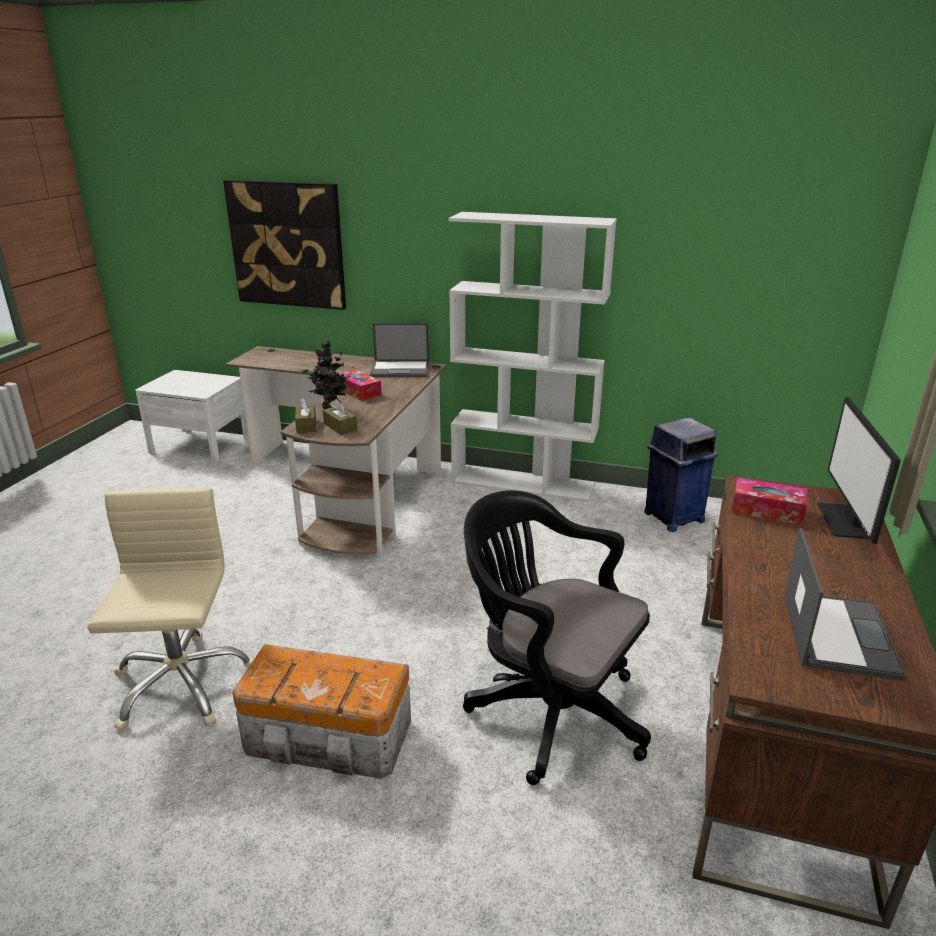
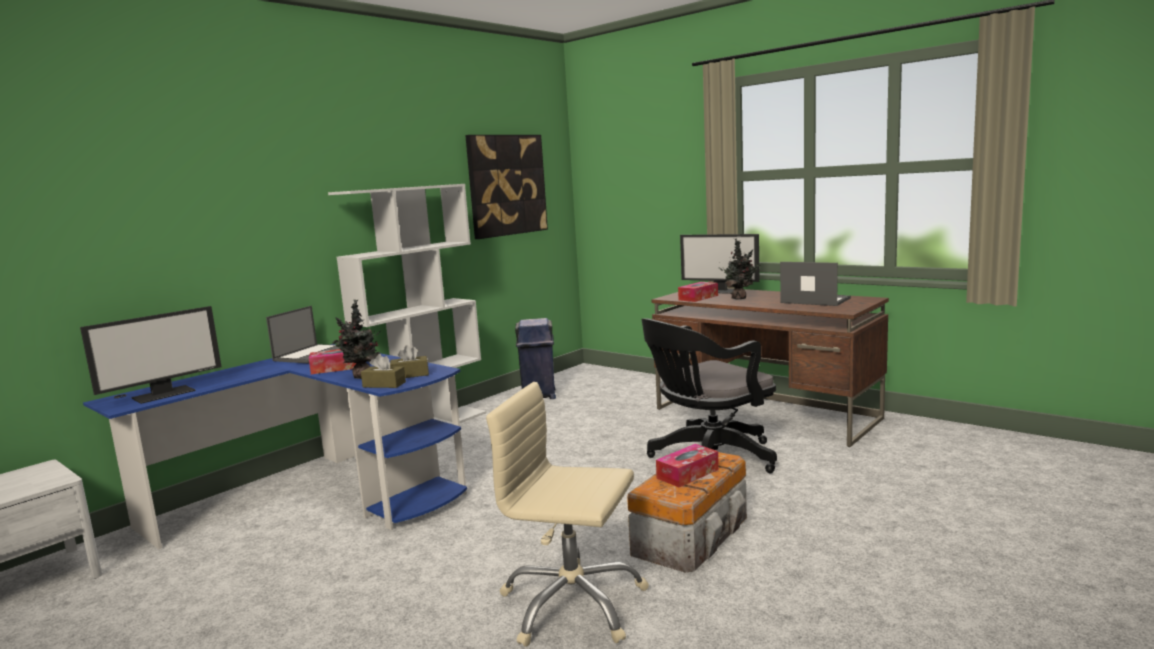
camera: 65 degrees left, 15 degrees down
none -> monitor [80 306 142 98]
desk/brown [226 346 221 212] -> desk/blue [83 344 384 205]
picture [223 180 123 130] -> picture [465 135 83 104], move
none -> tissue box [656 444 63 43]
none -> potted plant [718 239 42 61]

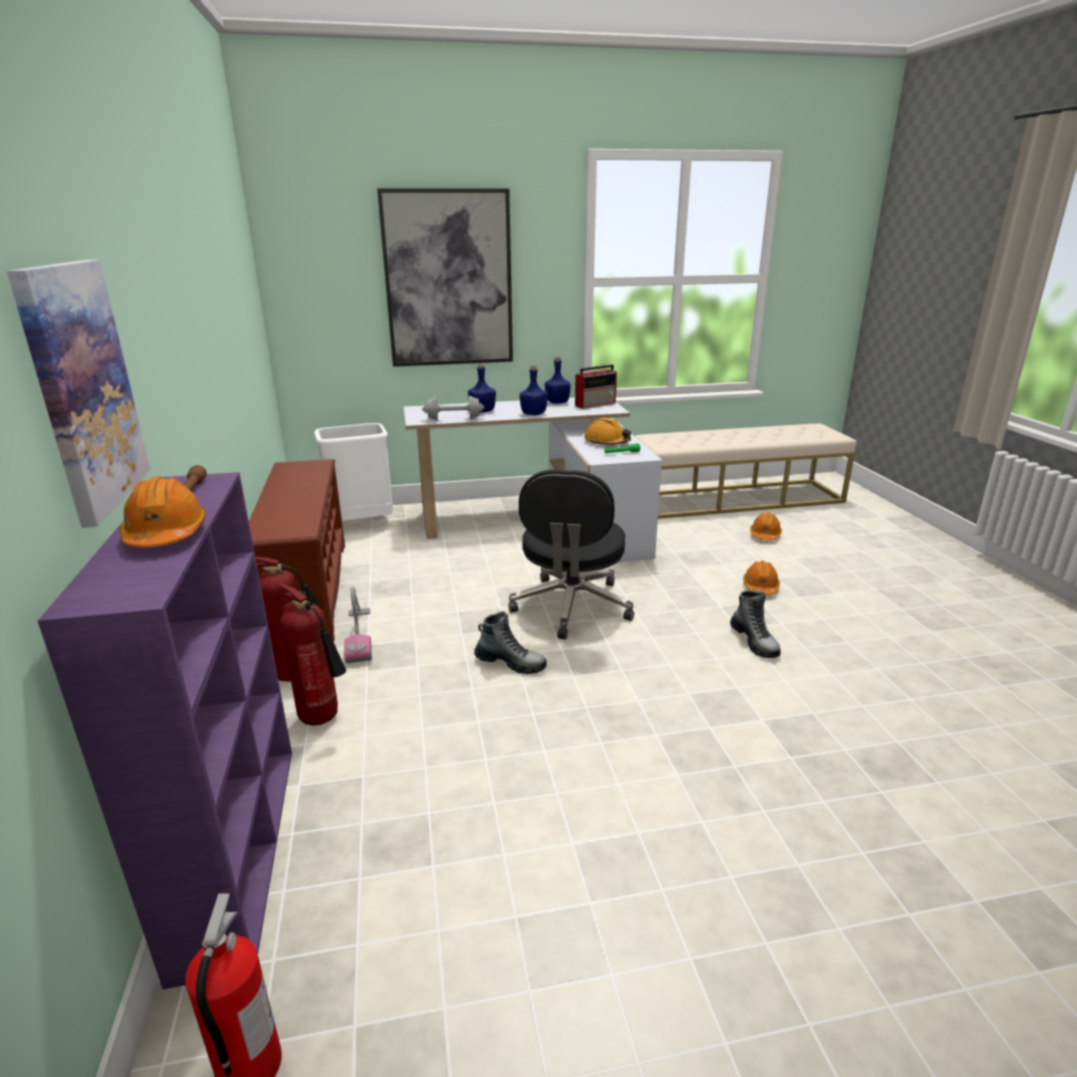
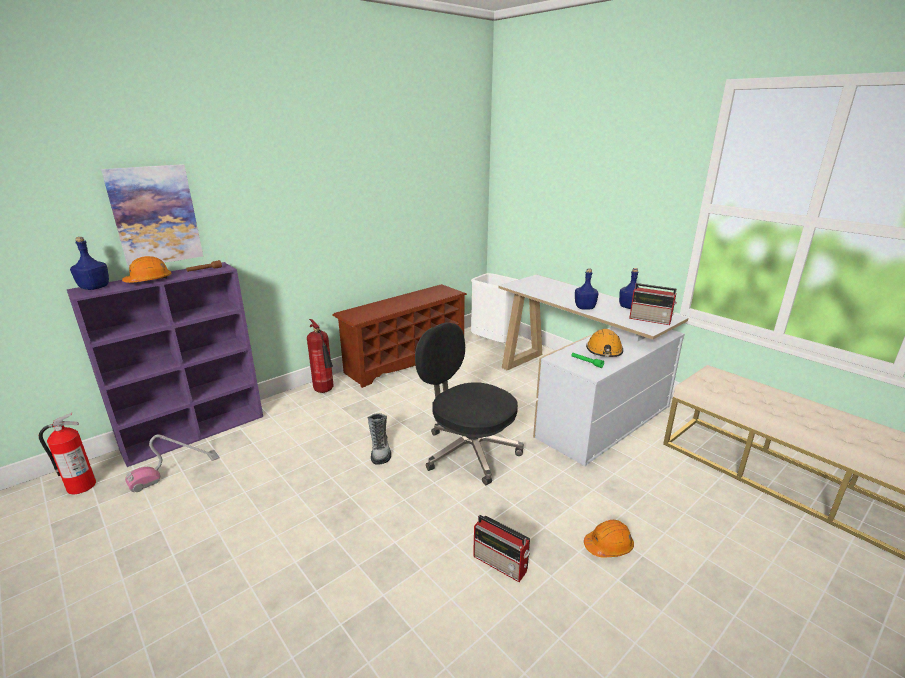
camera: 60 degrees right, 0 degrees up
bottle/blue [468 364 28 48] -> bottle/blue [70 237 39 53], move
vacuum cleaner [344 586 28 77] -> vacuum cleaner [125 434 94 58], move
office chair/black [508 469 126 171] -> office chair/black [415 322 109 163], 60 degrees clockwise
boot [730 590 51 68] -> radio [473 515 57 67]
fire extinguisher [277 583 69 143] -> none
picture [377 188 136 179] -> none
dumbbell/grey [422 396 63 25] -> none
hard hat/orange [750 512 32 28] -> none

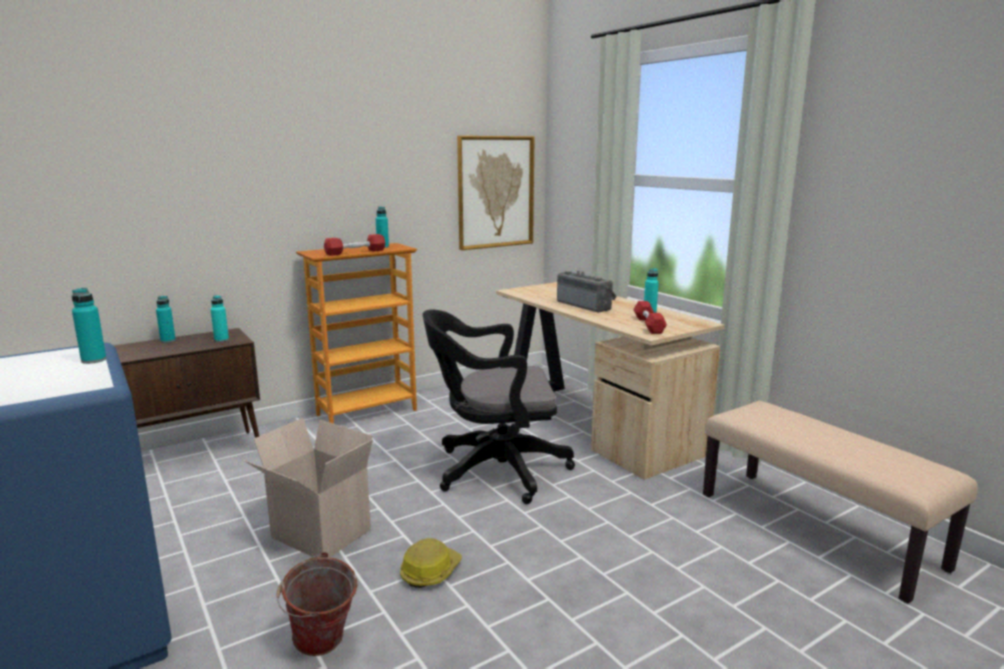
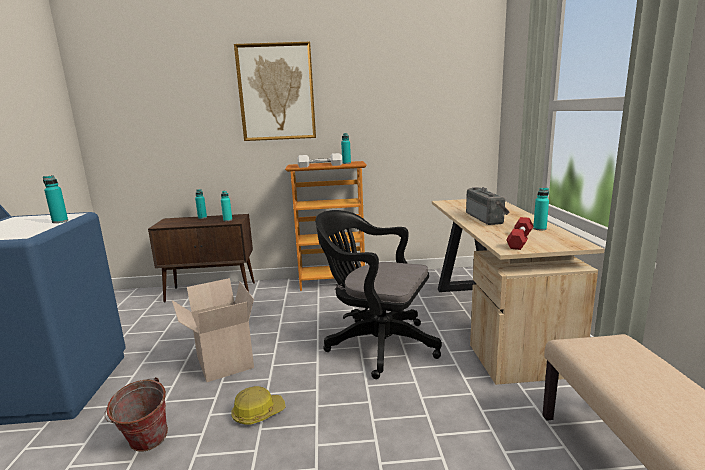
camera: 30 degrees right, 0 degrees up
picture [457 136 78 114] -> picture [234 42 82 99], move
dumbbell/red [324 234 61 22] -> dumbbell/white [297 153 45 15]

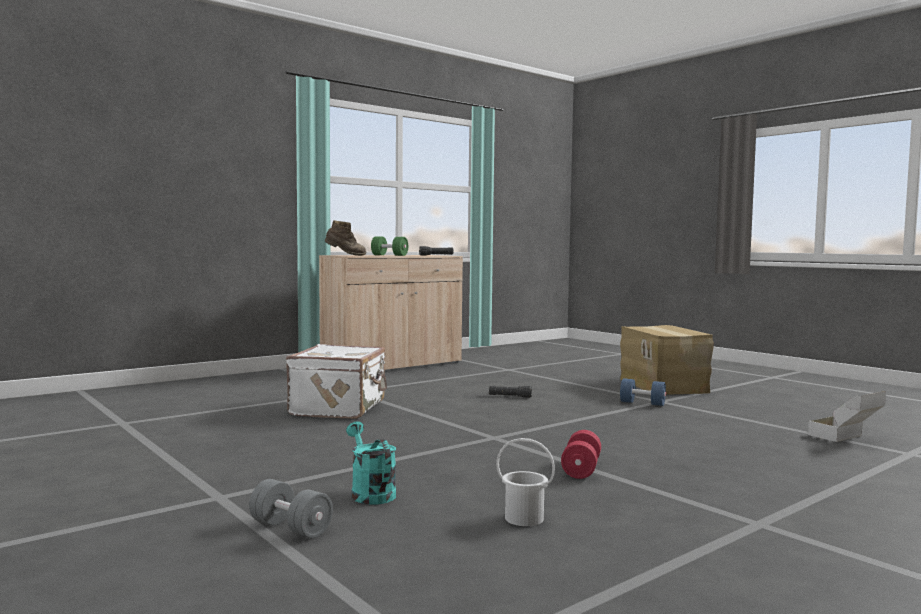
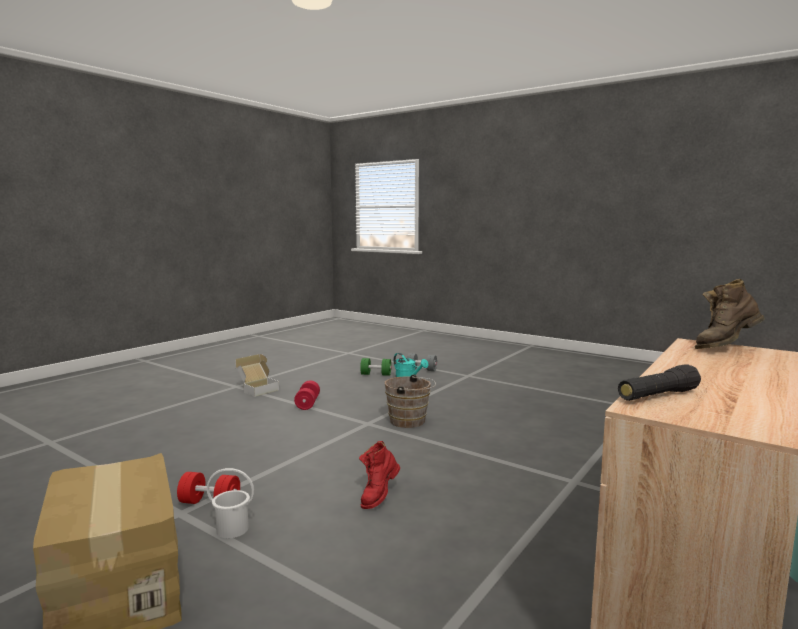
camera: 165 degrees right, 5 degrees up
dumbbell/blue [620 378 46 28] -> dumbbell/red [177 472 63 32]
bucket/white [496 438 59 88] -> bucket/white [207 468 47 70], move
cardboard box [808 391 78 51] -> cardboard box [235 354 44 43], move
flashlight/black [489 386 43 12] -> boot/red [359 441 41 68]
dumbbell/green [371 237 37 19] -> dumbbell/green [360 358 32 18], move
none -> bucket/brown [385 374 51 54]
suitcase/white [286 344 101 75] -> none

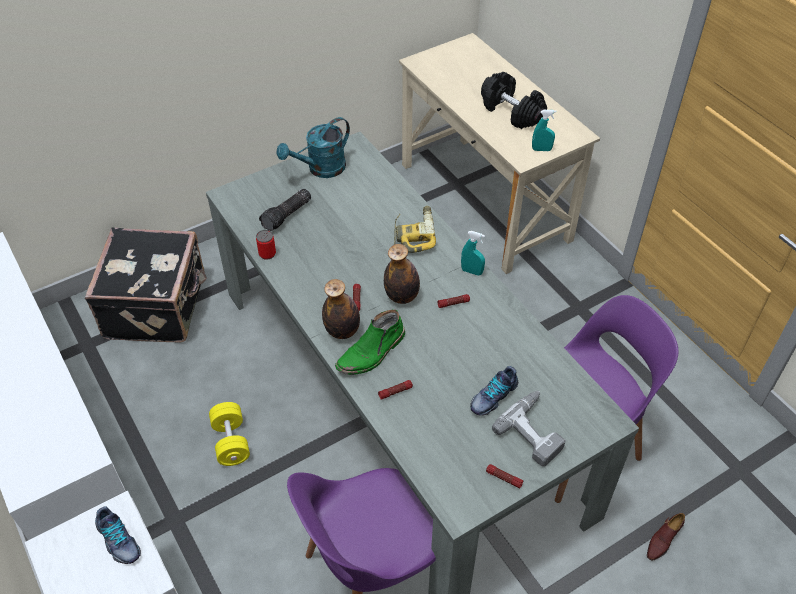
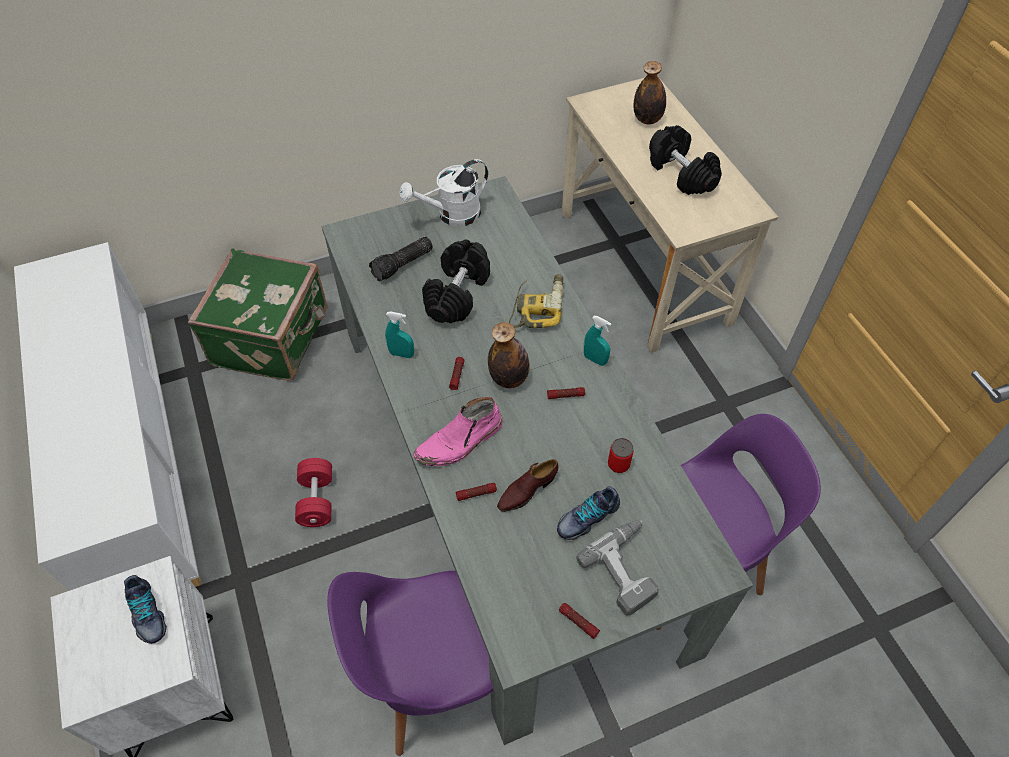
camera: 10 degrees right, 5 degrees up
suitcase/black [85 228 122 114] -> suitcase/green [188 248 139 133]
dumbbell/yellow [209 402 41 64] -> dumbbell/red [295 458 37 69]
spray bottle/turquoise [532 110 24 41] -> spray bottle/turquoise [385 311 29 47], move
watering can/turquoise [276 117 74 61] -> watering can/white [399 159 89 68]
boot/green [335 309 70 66] -> boot/pink [413 397 90 69]
none -> dumbbell/black [422 239 68 84]
shoe/brown [647 513 38 48] -> shoe/brown [497 459 61 53], move
can [256 230 20 30] -> can [608 438 26 35], move
bottle [322 279 38 60] -> bottle [634 61 32 63], move

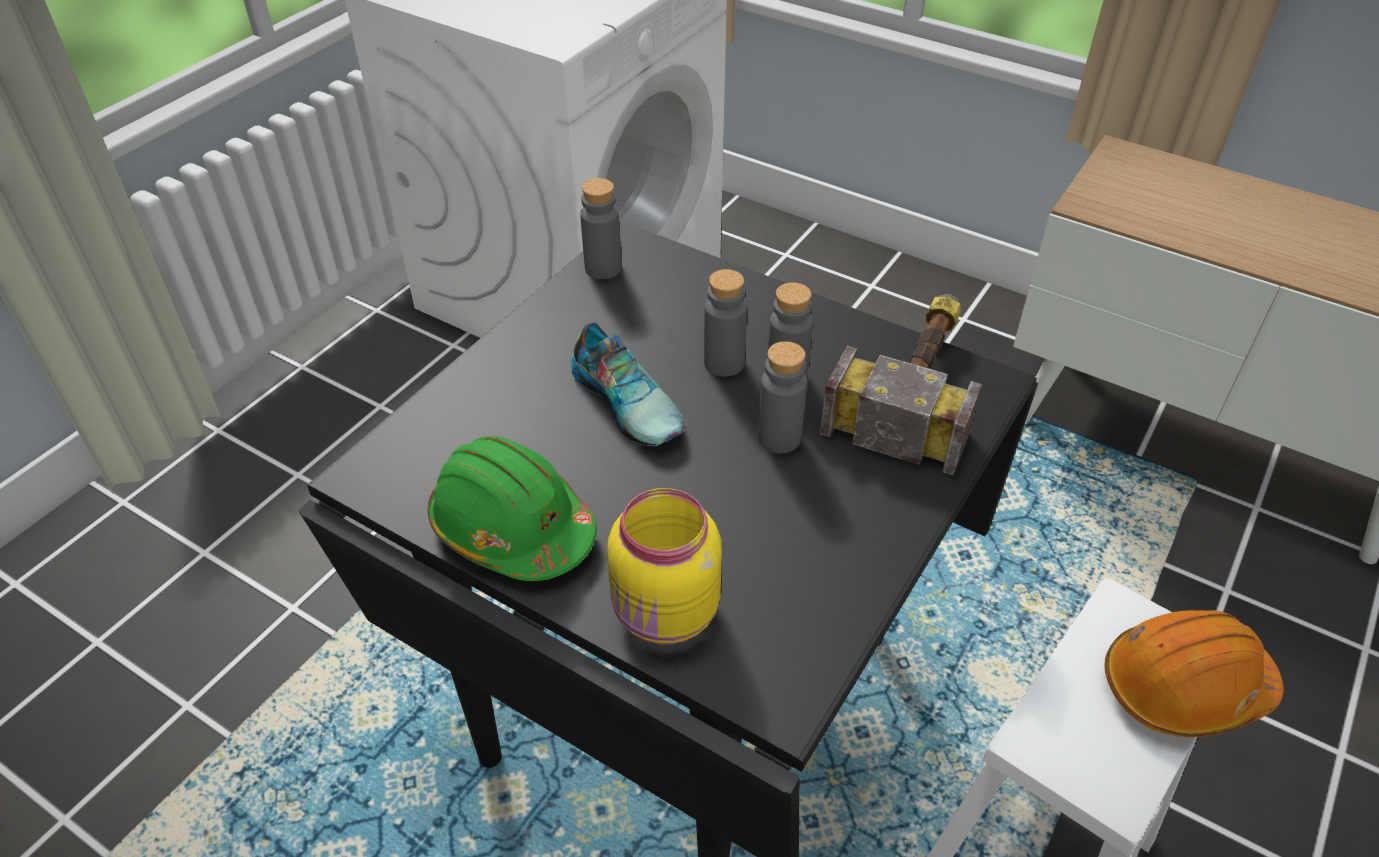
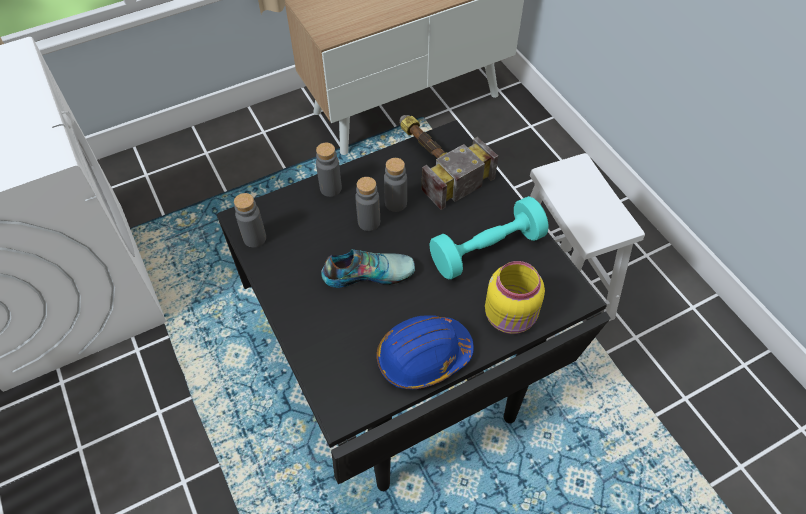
camera: 60 degrees left, 10 degrees up
bottle/grey [758 341 49 112] -> bottle/grey [316 143 26 54], move
hard hat/green [428 436 169 145] -> hard hat/blue [377 315 97 74]
none -> dumbbell/turquoise [429 196 120 83]
hard hat/orange [1105 610 178 127] -> none

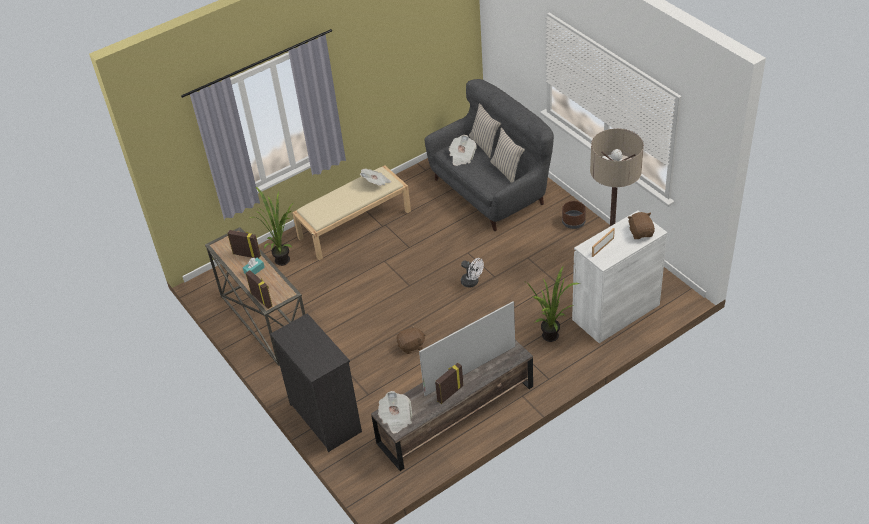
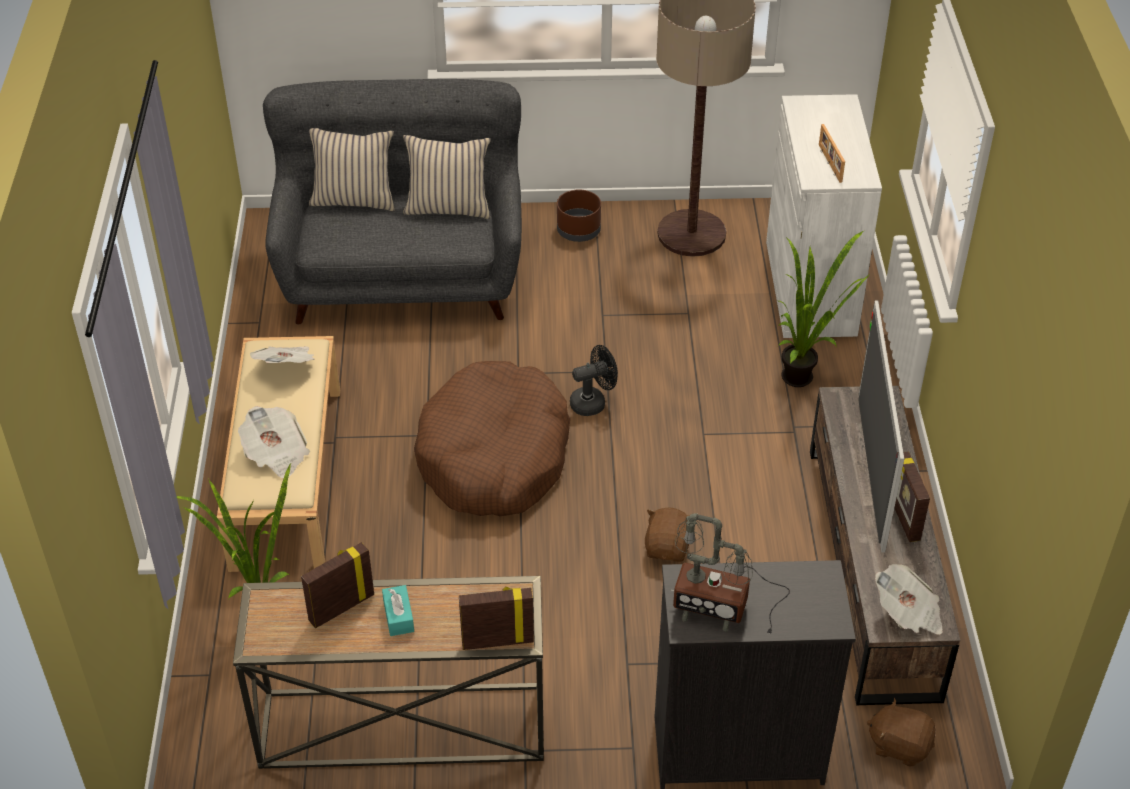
camera: 60 degrees left, 0 degrees up
newspaper [449 135 28 31] -> newspaper [238 406 72 72], move
none -> dog bed/brown [414 361 156 155]
fan/white [461 258 23 30] -> fan/black [570 345 48 71]
none -> table lamp [671 514 119 121]
plush toy/brown [628 212 27 27] -> plush toy/brown [867 698 69 69], move

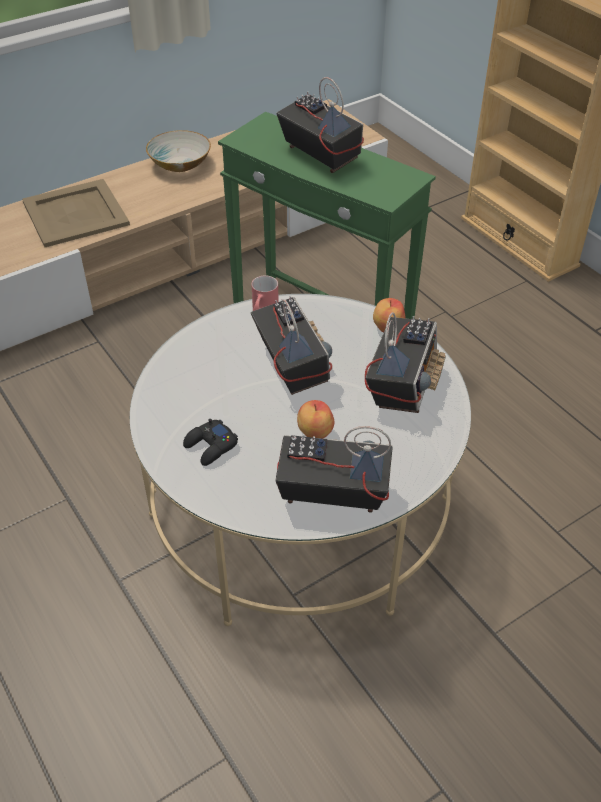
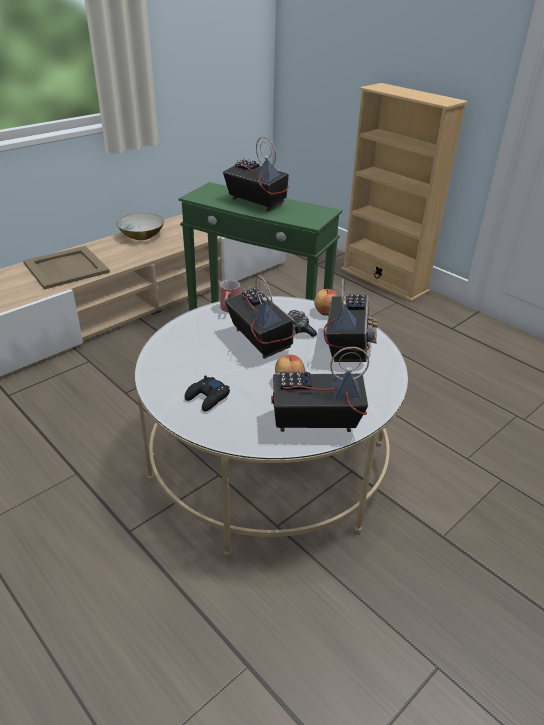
camera: 10 degrees left, 10 degrees down
none -> game controller [288 310 29 27]

